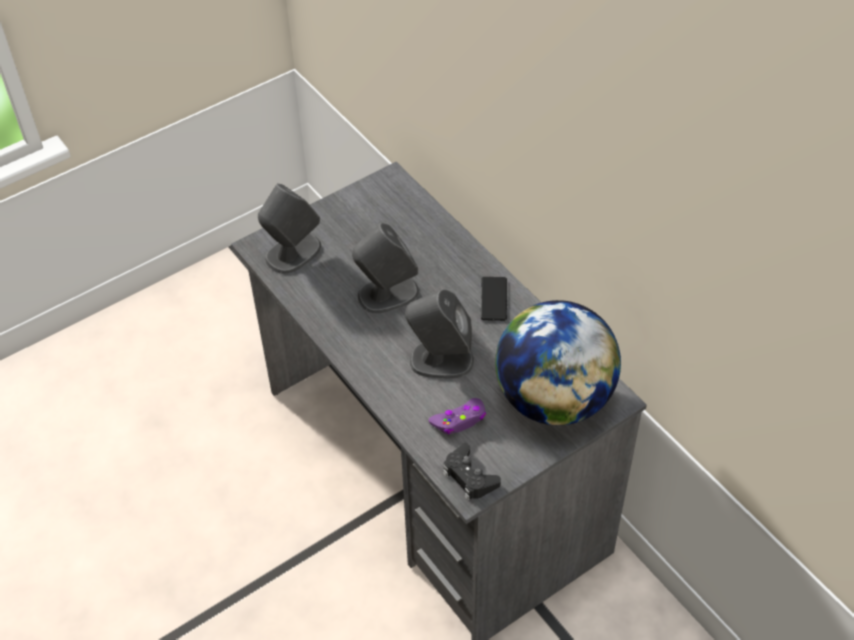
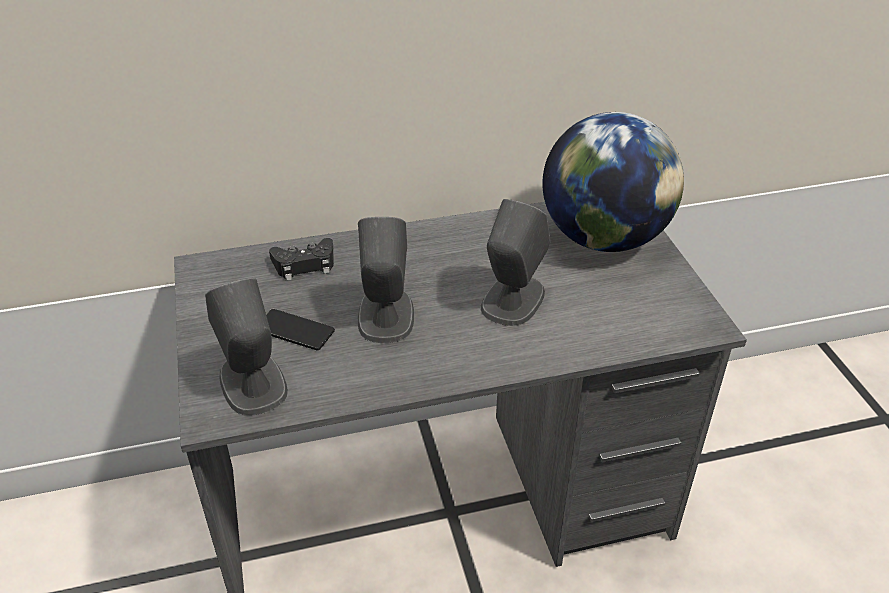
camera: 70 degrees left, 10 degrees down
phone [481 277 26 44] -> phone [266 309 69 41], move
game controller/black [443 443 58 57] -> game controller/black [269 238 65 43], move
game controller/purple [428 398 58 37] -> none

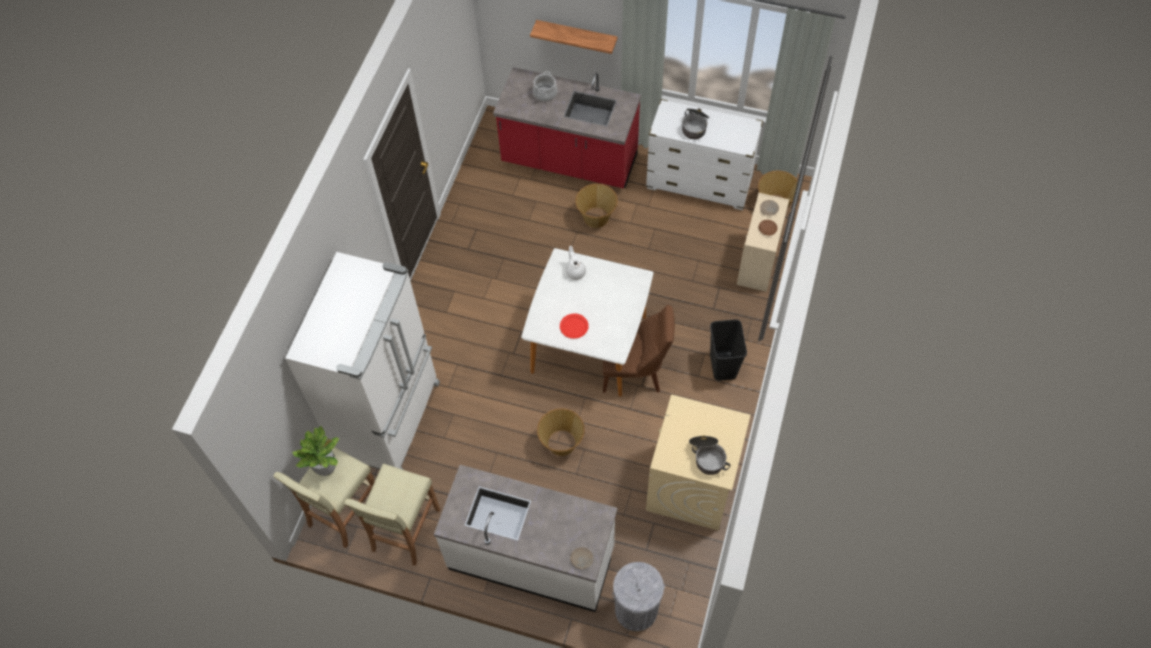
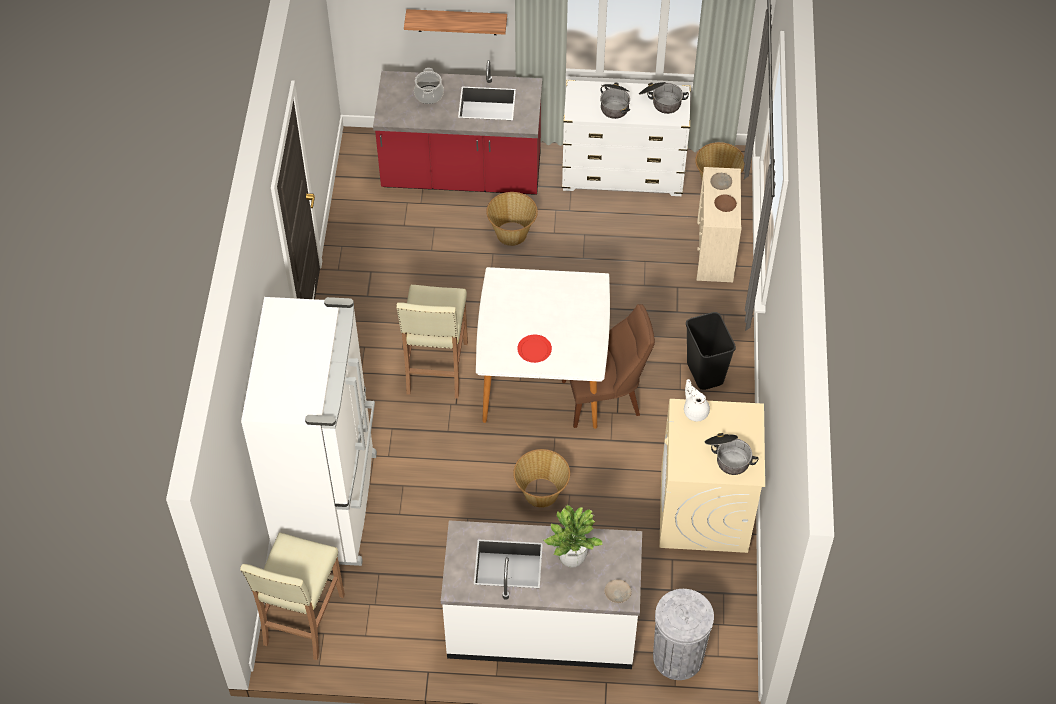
camera: 15 degrees left, 5 degrees down
stool/beige [344 464 96 102] -> stool/beige [396 285 72 114], move
potted plant [292 426 47 50] -> potted plant [544 504 58 64], move
none -> cooking pot [639 82 50 32]
teapot/white [566 246 20 34] -> teapot/white [684 379 26 42], move

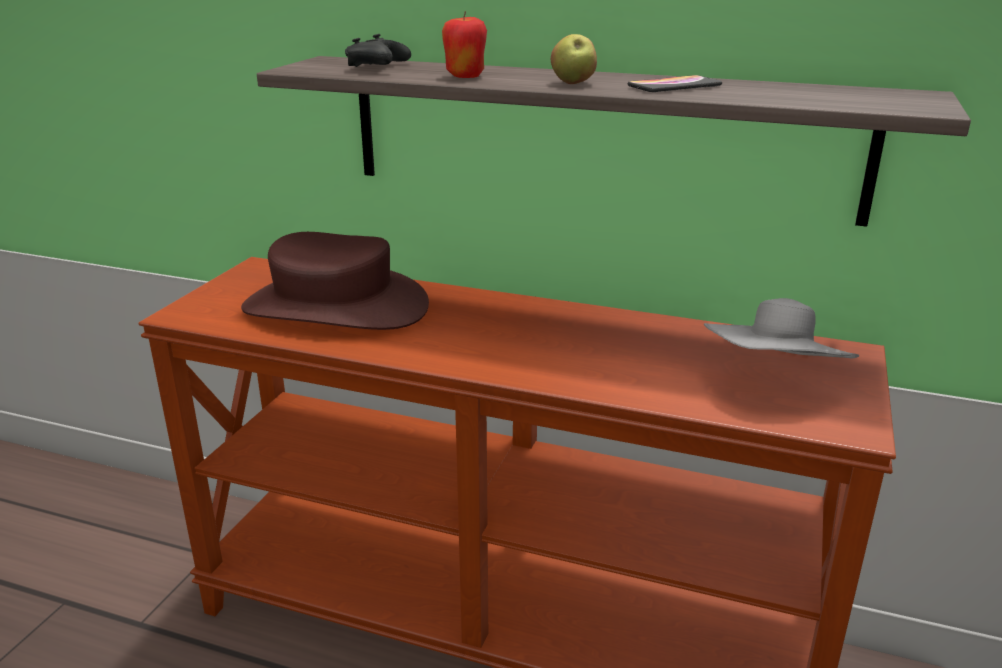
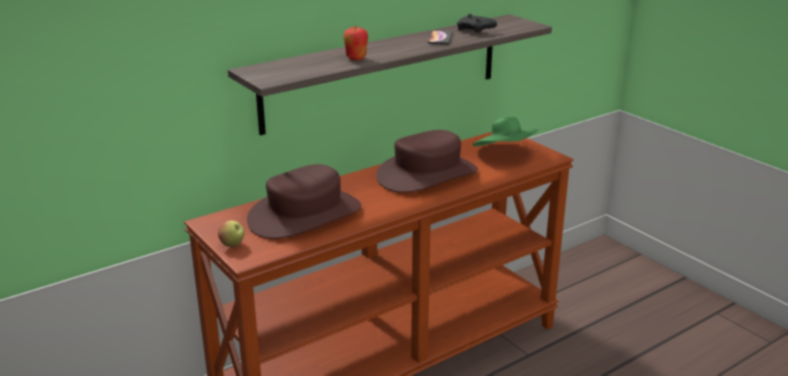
camera: 55 degrees left, 0 degrees up
apple [551 34 46 50] -> apple [218 220 26 27], move
none -> hat/brown [376 130 102 63]
game controller/black [345 34 66 33] -> game controller/black [457 13 40 20], move
hat/grey [704 298 155 61] -> hat/green [472 117 67 29]

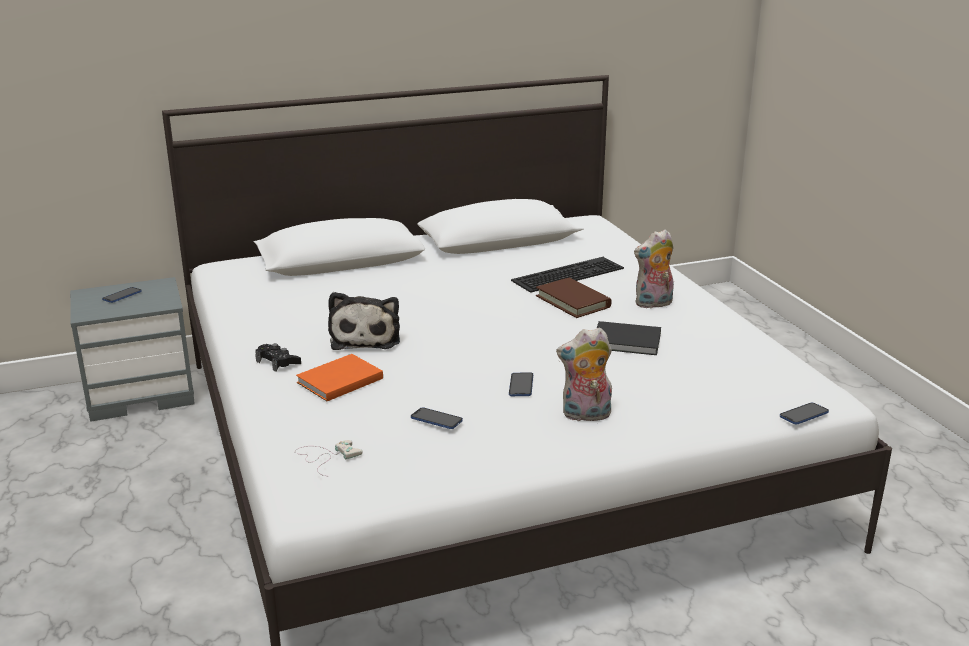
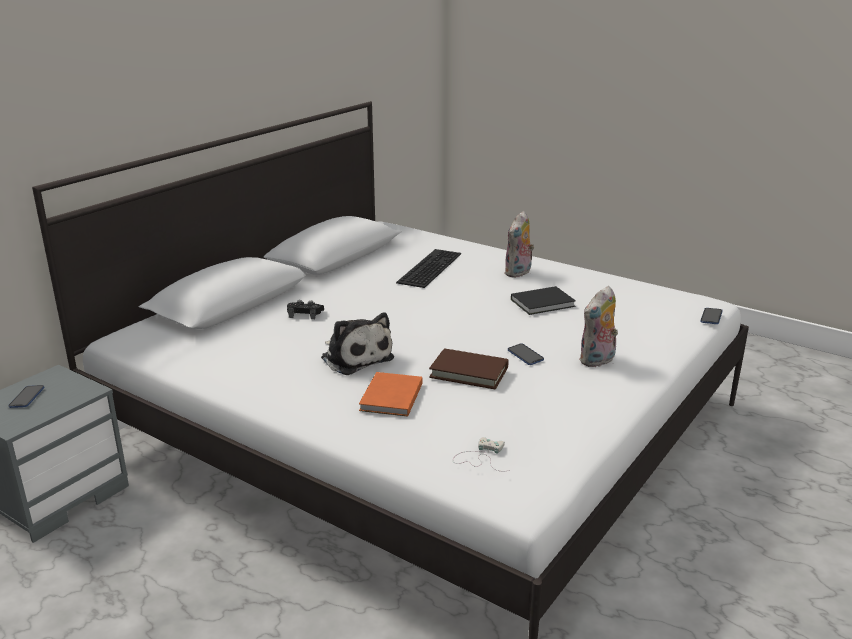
camera: 35 degrees left, 0 degrees up
game controller/black [255 343 46 29] -> game controller/black [287 300 37 19], move
book/brown [536 278 76 40] -> book/brown [429 348 80 42], move
phone [411 408 52 21] -> none

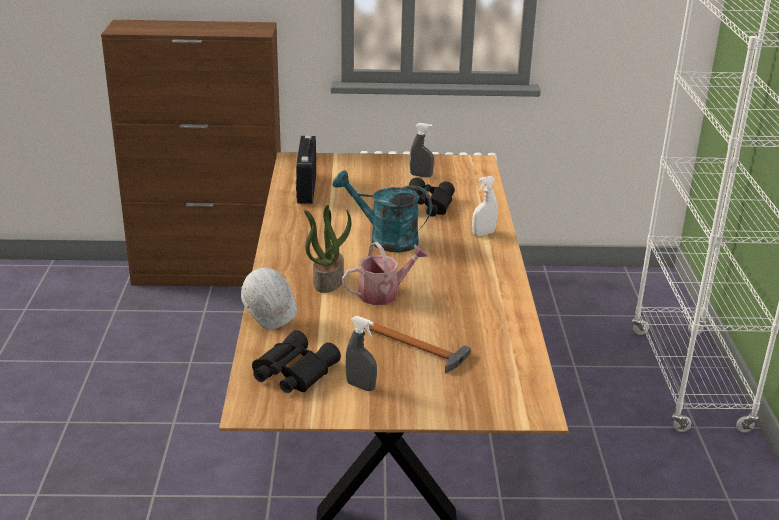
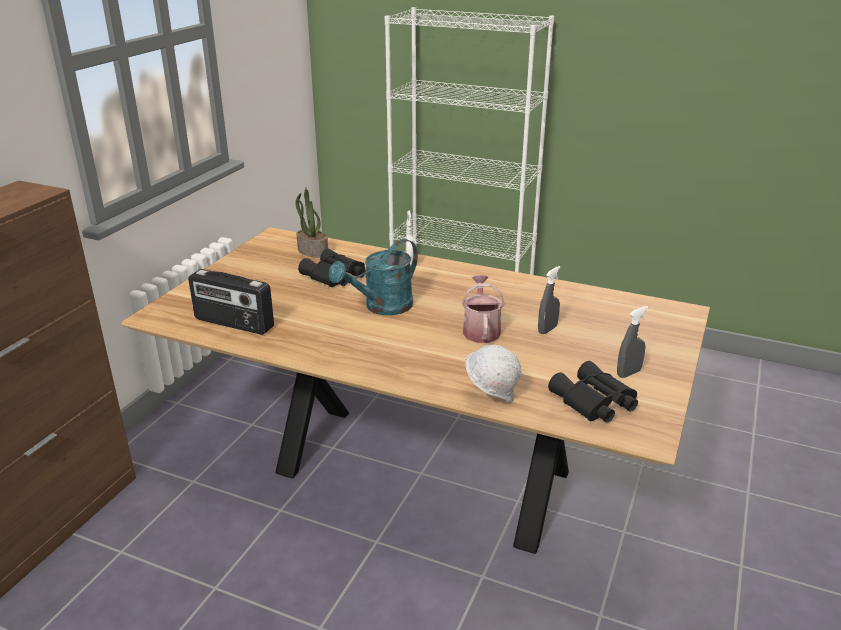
camera: 65 degrees left, 0 degrees up
potted plant [304 205 47 88] -> potted plant [295 187 33 71], move
spray bottle/grey [410 123 24 54] -> spray bottle/grey [538 266 23 68], move
hammer [364 323 107 50] -> none

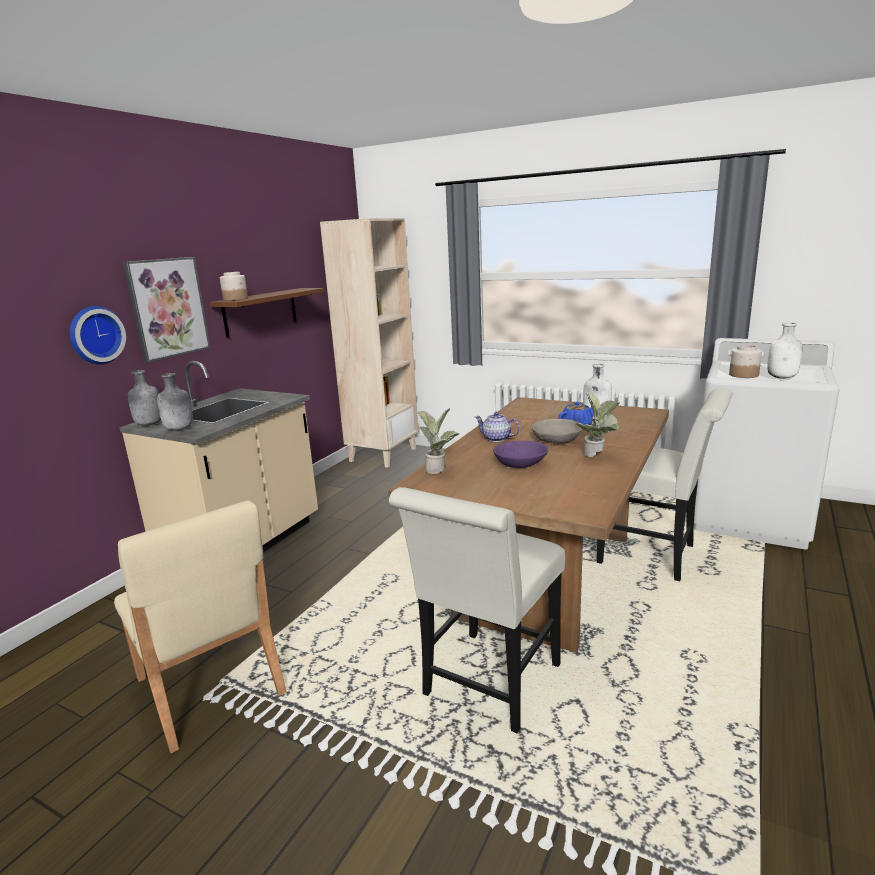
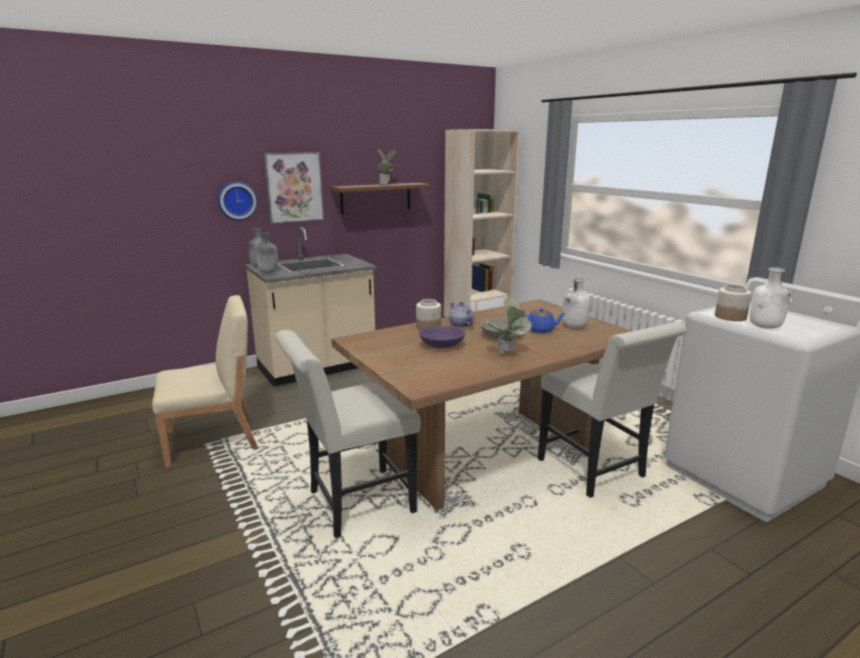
camera: 30 degrees right, 0 degrees up
chair/beige [114 500 172 253] -> chair/beige [152 295 106 173], 105 degrees counterclockwise
potted plant [416 409 43 65] -> potted plant [377 149 22 36], move
jar [220 272 28 29] -> jar [416 299 25 31], move

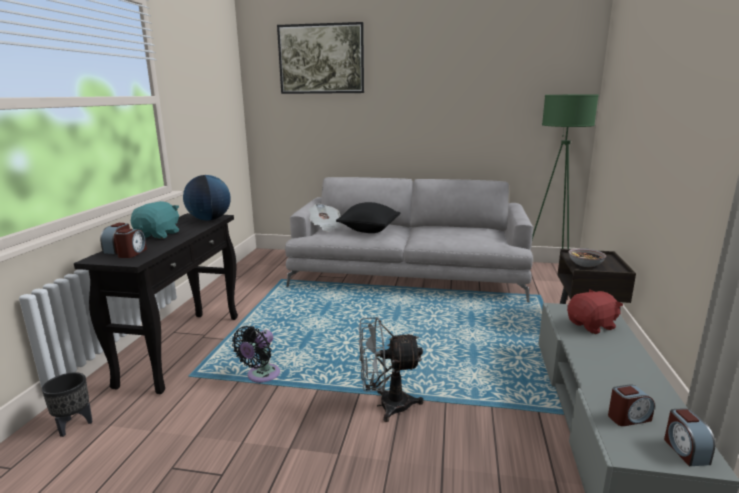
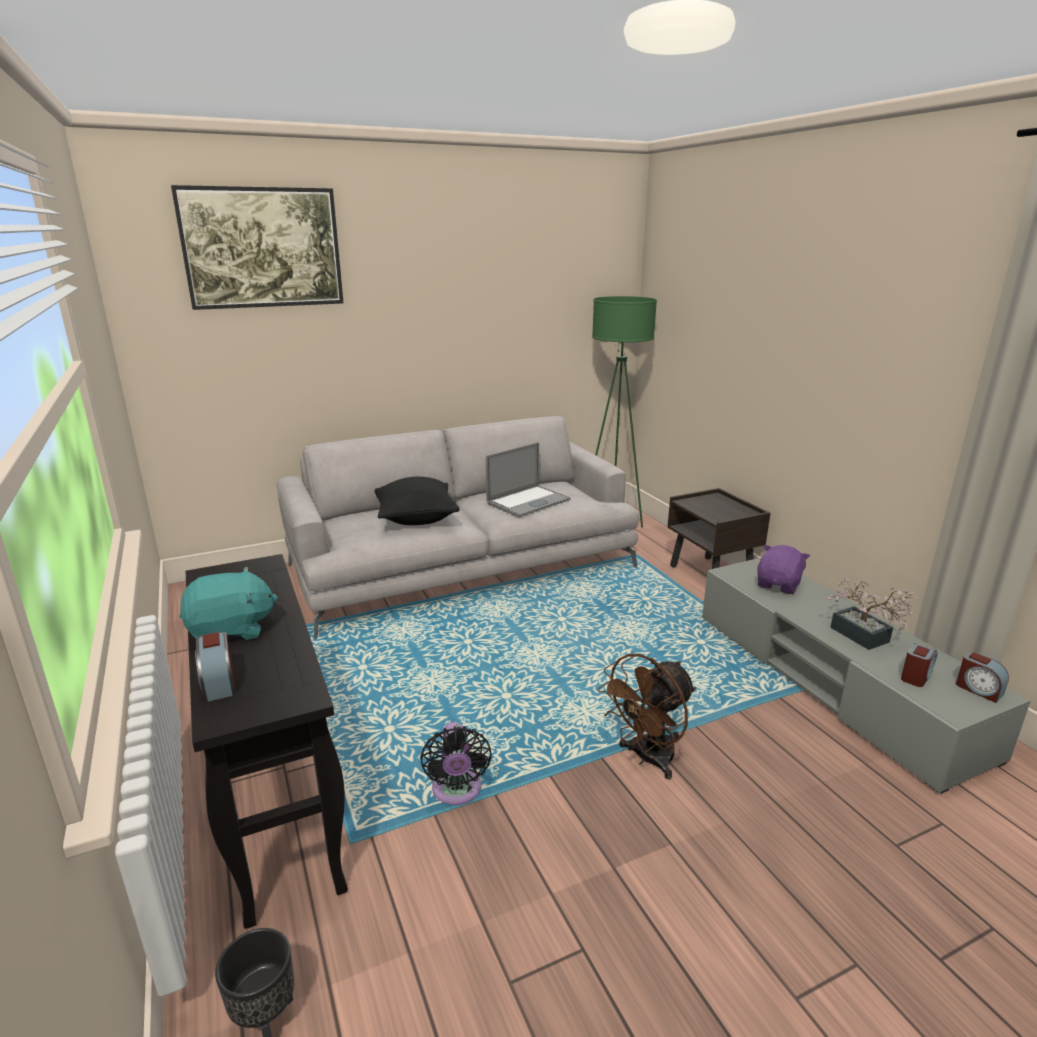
camera: 35 degrees left, 5 degrees up
plush toy/turquoise [131 201 48 38] -> plush toy/turquoise [179 567 99 73], 90 degrees clockwise
none -> laptop [486 442 85 75]
fan/grey [359 317 64 105] -> fan/brown [598 654 98 125]
plush toy/red [567 289 56 45] -> plush toy/purple [757 545 53 49]
none -> potted plant [826 578 94 72]
alarm clock [114 229 33 29] -> none
globe [183 175 48 46] -> none
newspaper [308 204 35 28] -> none
bowl [569 248 37 19] -> none

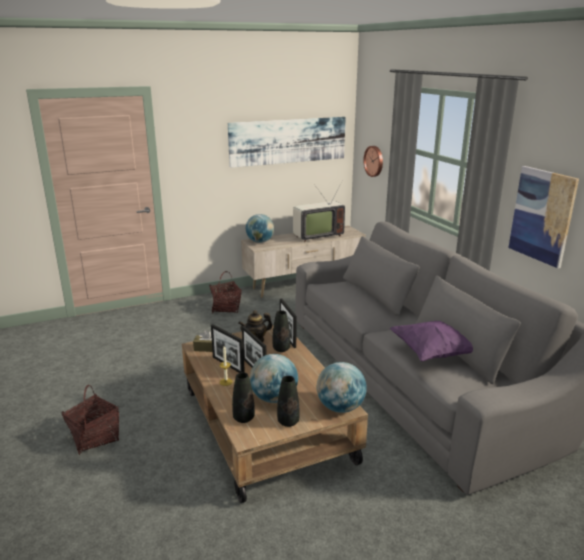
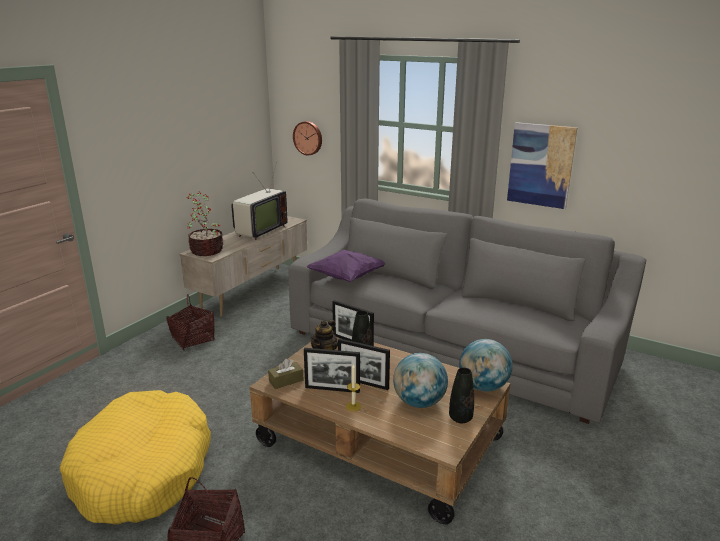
camera: 35 degrees left, 0 degrees up
none -> dog bed/yellow [60 390 151 135]
globe [246 214 28 29] -> potted plant [187 191 37 65]
pillow/purple [389 321 84 40] -> pillow/purple [306 250 79 32], move
picture [228 117 118 51] -> none
vase/black [232 372 23 51] -> none

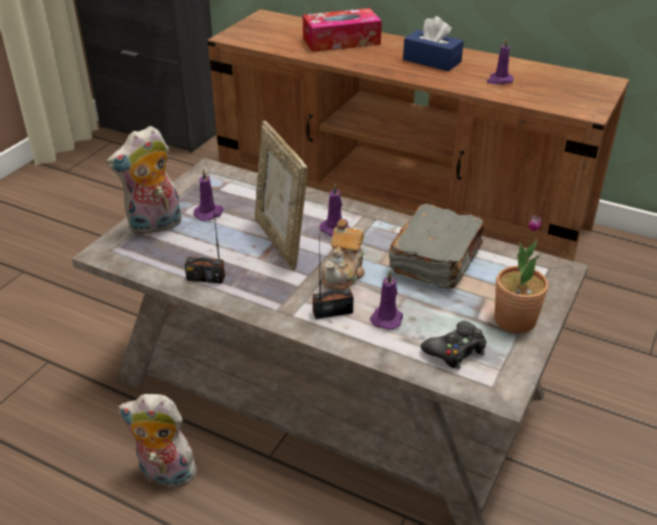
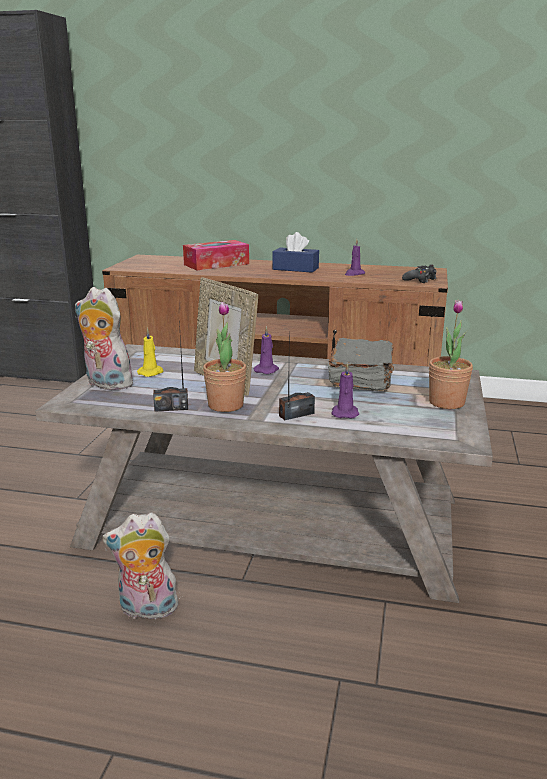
camera: 15 degrees left, 15 degrees down
plush toy [107 126 75 109] -> plush toy [75 287 64 103], 75 degrees clockwise
candle/purple [194 169 30 52] -> candle/yellow [137 328 26 49]
none -> potted plant [203 302 43 110]
game controller/black [421 321 65 49] -> game controller/black [402 264 35 19], move
teapot [322 219 43 71] -> none

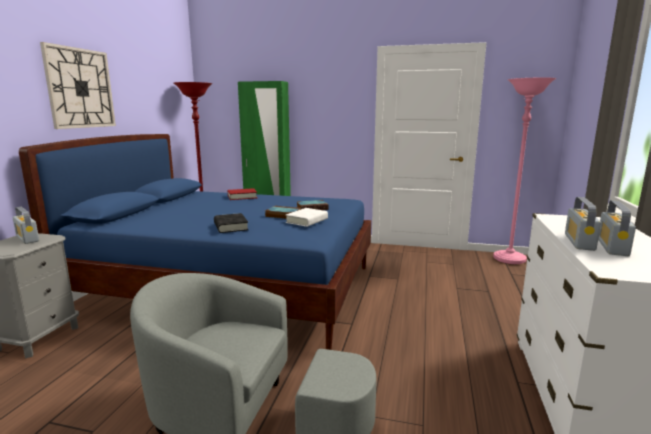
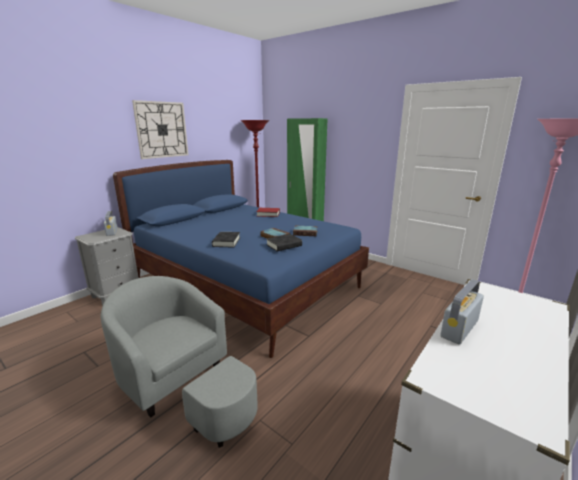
camera: 25 degrees right, 5 degrees up
book/white [286 208 42 19] -> book/black [266 234 36 17]
radio [598 200 38 56] -> none

